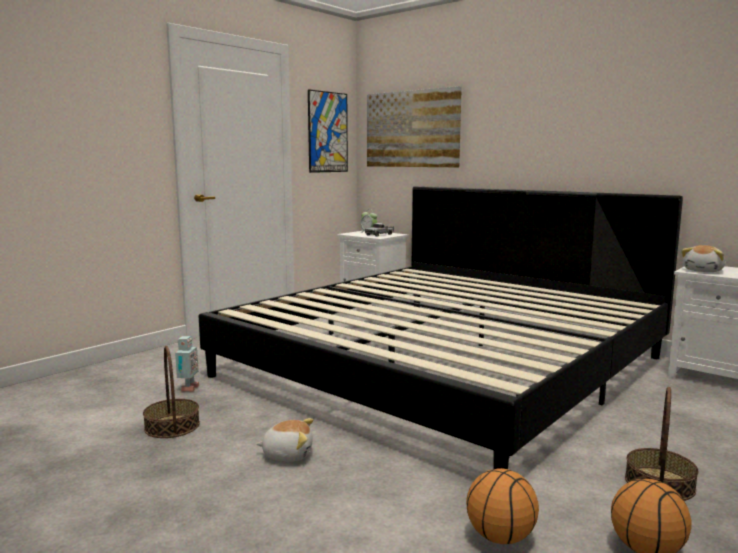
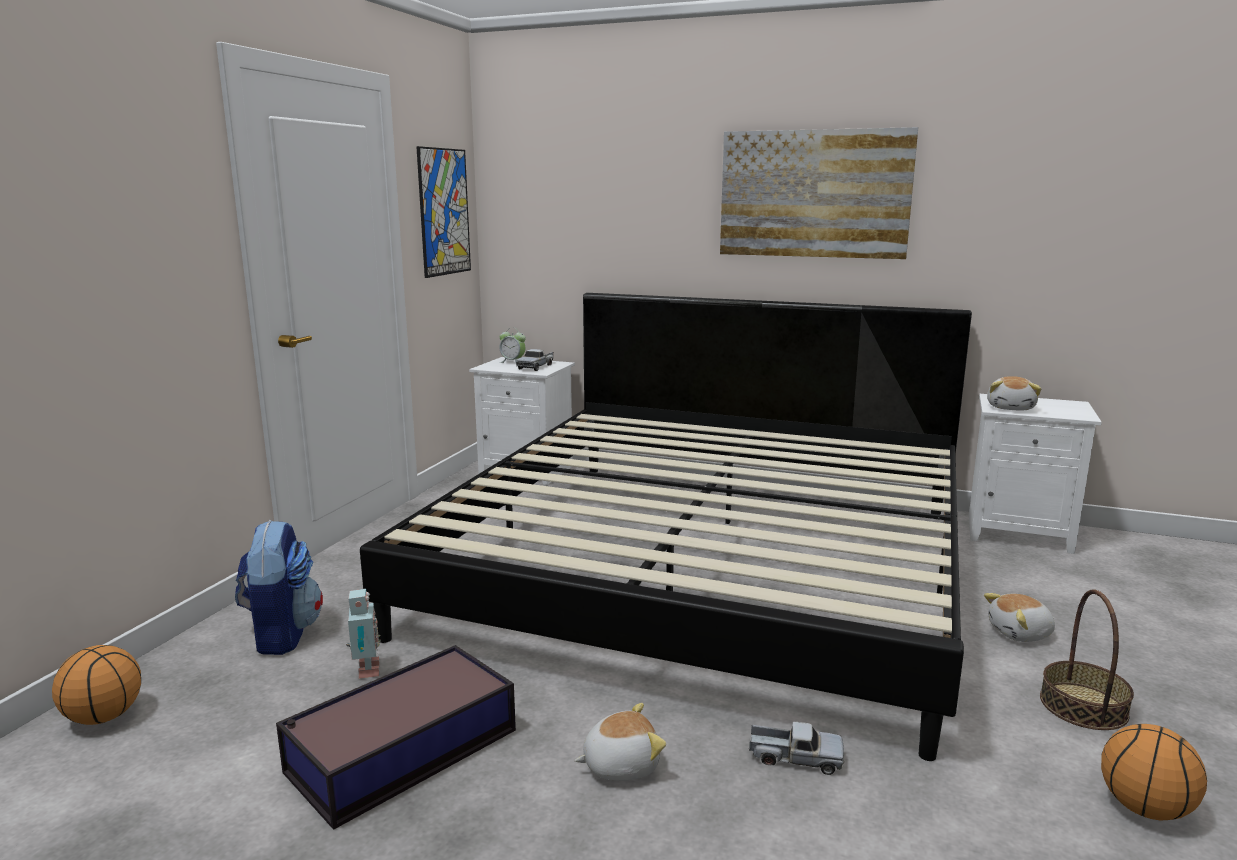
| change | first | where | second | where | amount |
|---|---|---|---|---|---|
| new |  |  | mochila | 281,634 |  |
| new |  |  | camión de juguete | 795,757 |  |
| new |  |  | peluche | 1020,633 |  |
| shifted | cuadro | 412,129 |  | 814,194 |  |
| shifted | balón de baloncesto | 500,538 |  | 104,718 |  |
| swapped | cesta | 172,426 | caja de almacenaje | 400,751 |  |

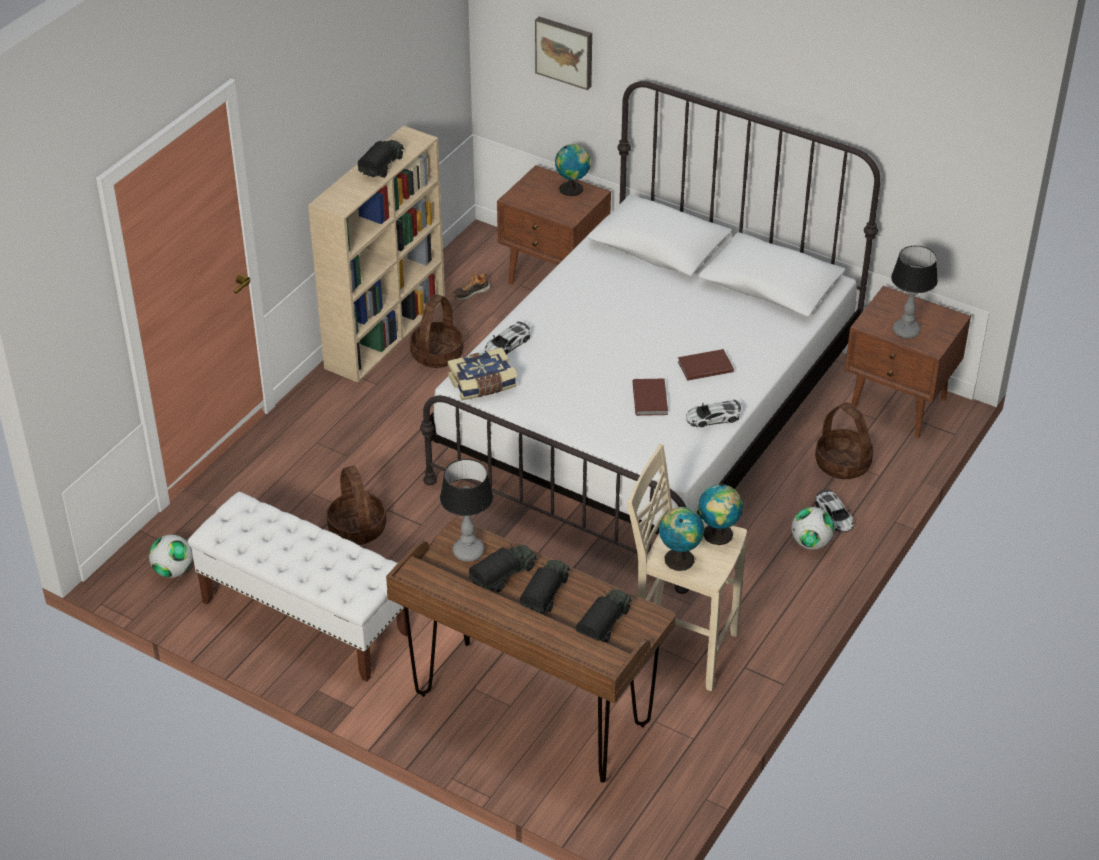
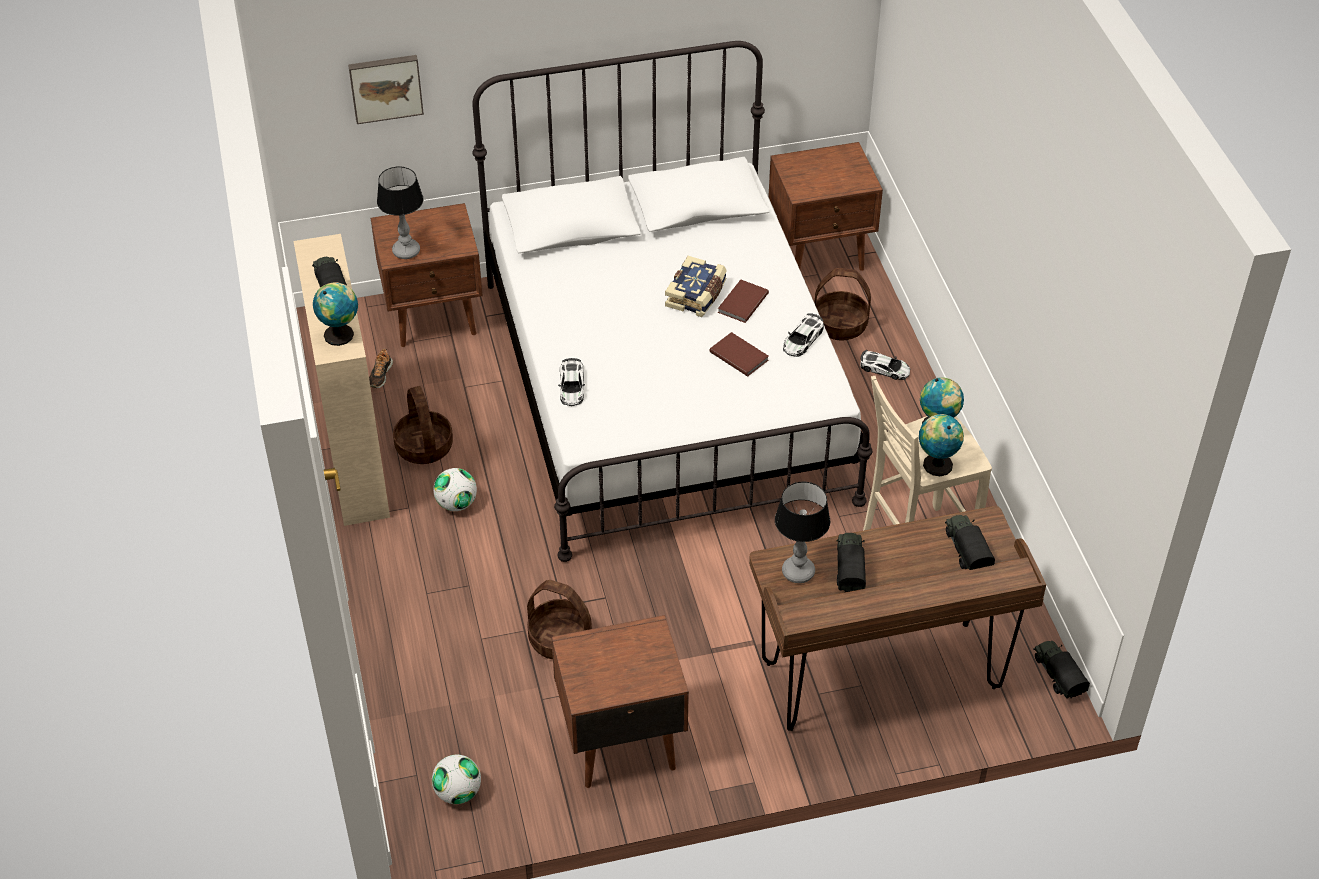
| change | first | where | second | where | amount |
|---|---|---|---|---|---|
| shifted | libro | 483,384 |  | 697,295 |  |
| shifted | camión de juguete | 546,595 |  | 1057,675 |  |
| shifted | globo terráqueo | 573,189 |  | 340,334 |  |
| shifted | balón de fútbol | 811,543 |  | 456,503 |  |
| shifted | lámpara de mesa | 906,331 |  | 406,251 |  |
| swapped | banco/blanco | 304,617 | mesita de noche/marrón | 619,743 |  |

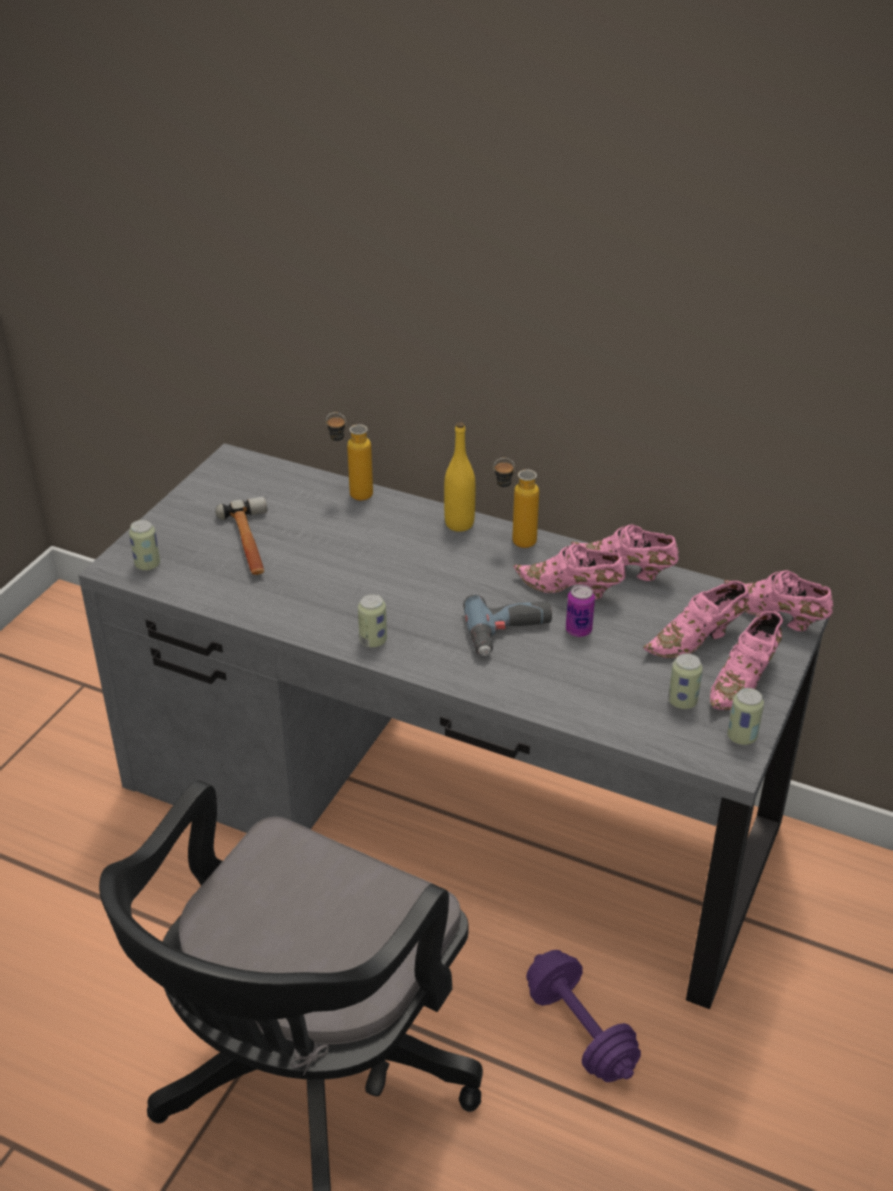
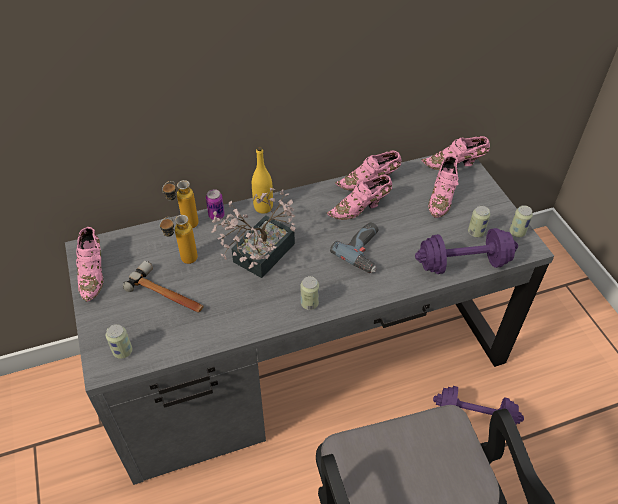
| change | first | where | second | where | amount |
|---|---|---|---|---|---|
| new |  |  | planta en maceta | 258,257 |  |
| new |  |  | mancuerna/morado | 463,263 |  |
| shifted | botella | 514,541 |  | 183,261 |  |
| shifted | lata | 578,630 |  | 216,215 |  |
| shifted | zapato/rosa | 744,681 |  | 93,273 |  |

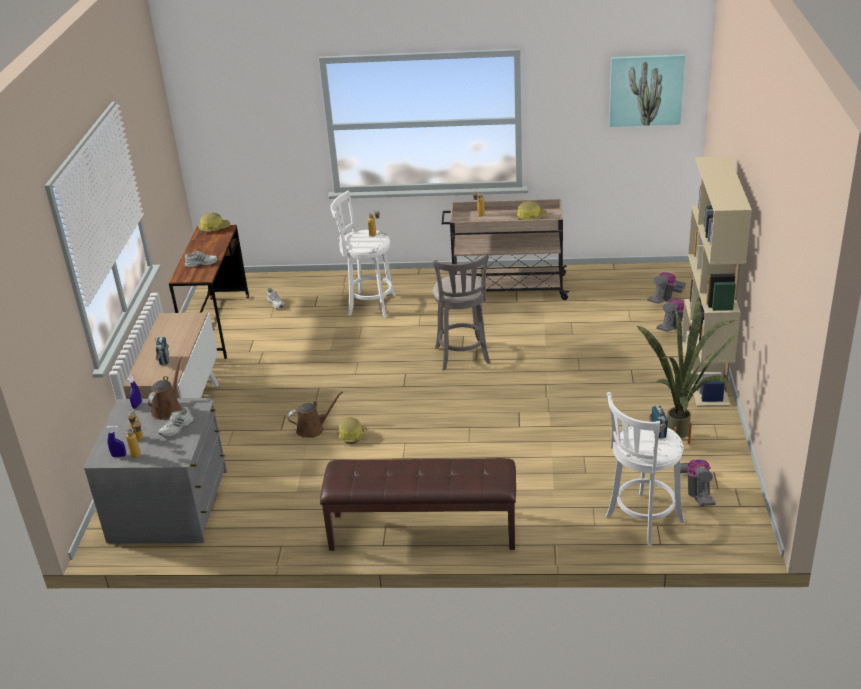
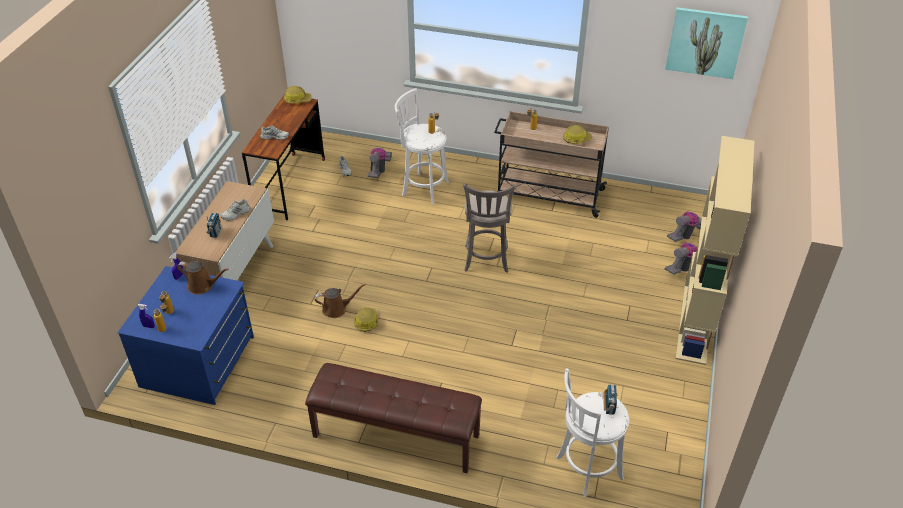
| change | first | where | second | where | amount |
|---|---|---|---|---|---|
| gone | planta en maceta | 685,440 |  |  |  |
| shifted | zapato/blanco | 177,428 |  | 236,214 |  |
| shifted | aspiradora | 697,492 |  | 379,170 |  |
| repainted | cómoda/gris | 171,506 | cómoda/azul | 199,362 |  |
| rotated | regadera/marrón | 168,409 |  | 202,285 | 75 degrees clockwise |

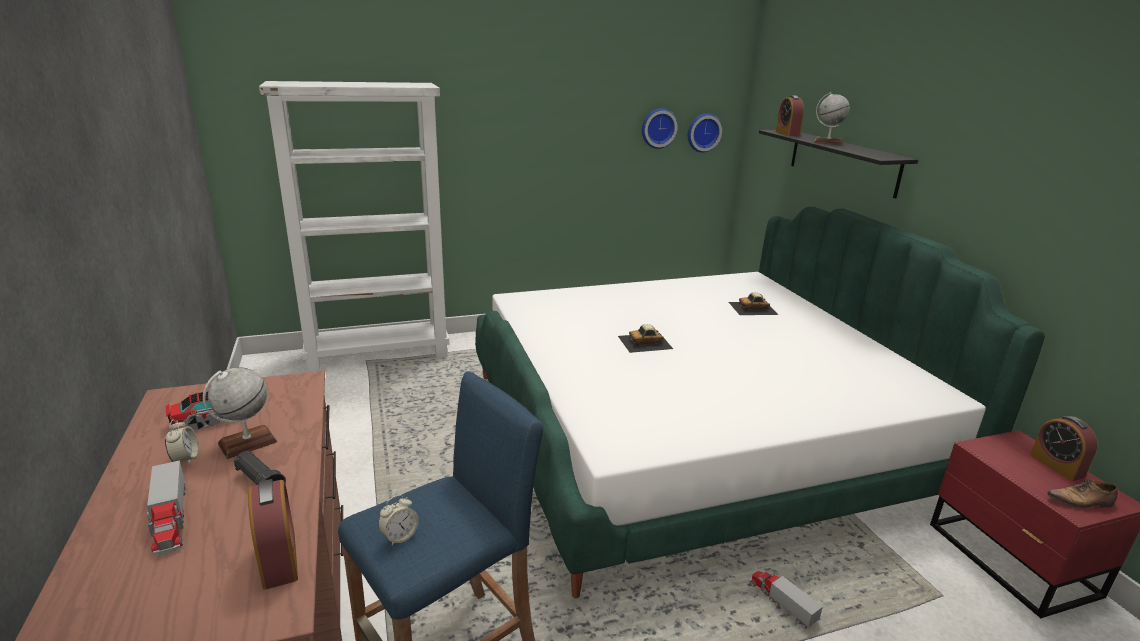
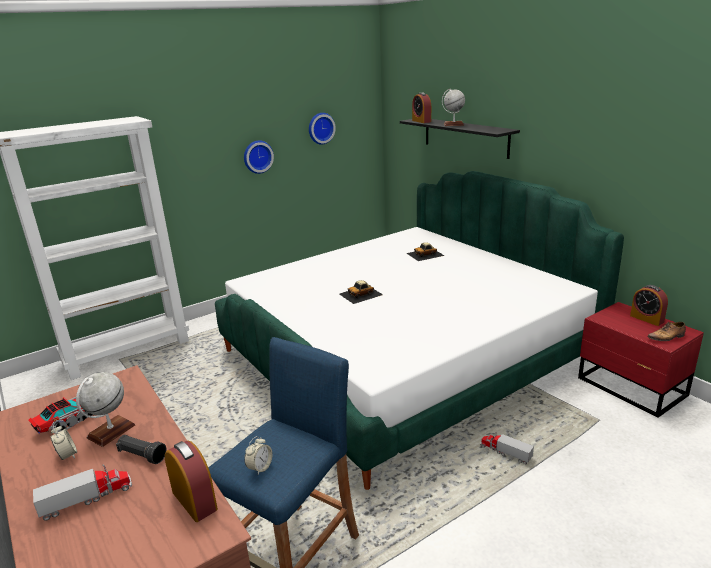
| change | first | where | second | where | amount |
|---|---|---|---|---|---|
| shifted | reloj de pared | 703,132 |  | 257,156 |  |
| rotated | camión de juguete | 170,519 |  | 87,499 | 75 degrees counterclockwise |

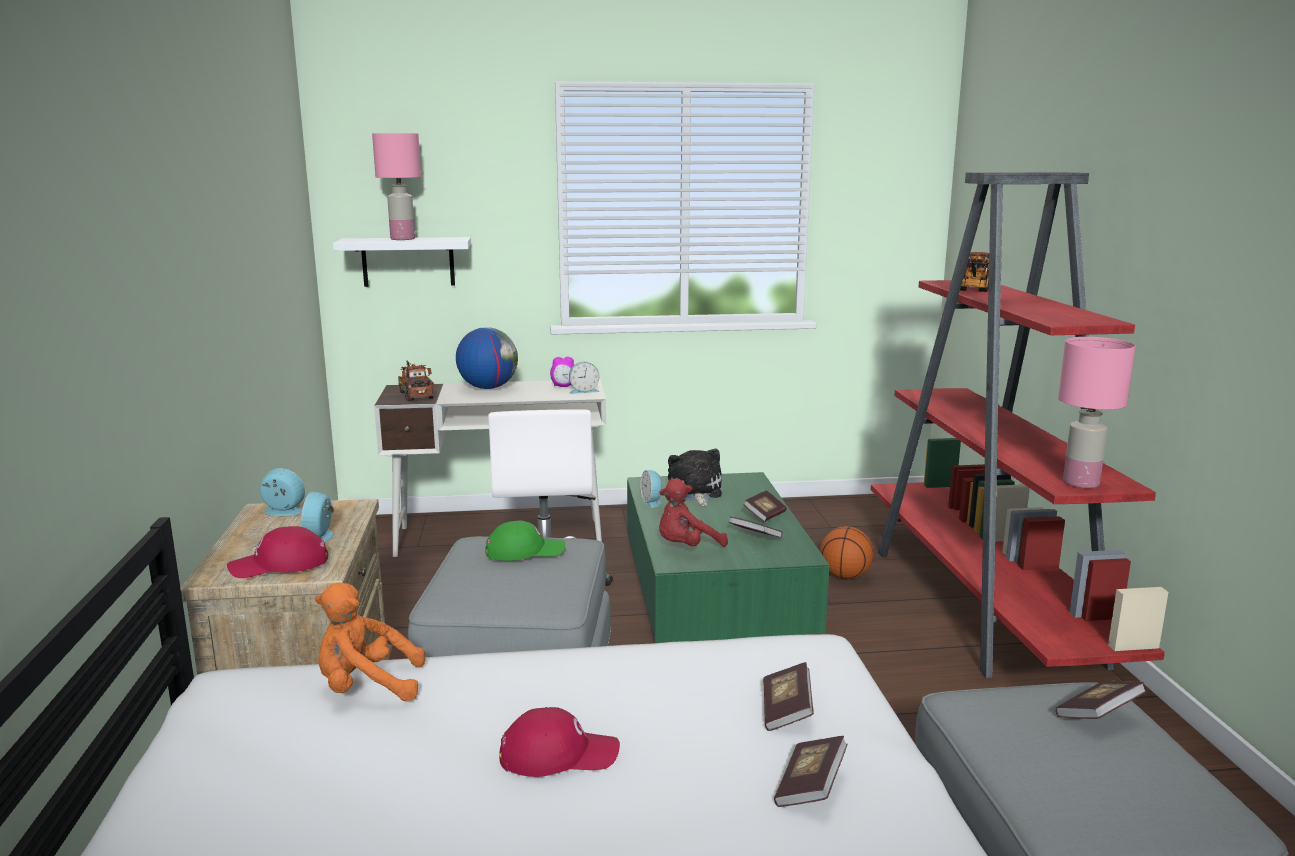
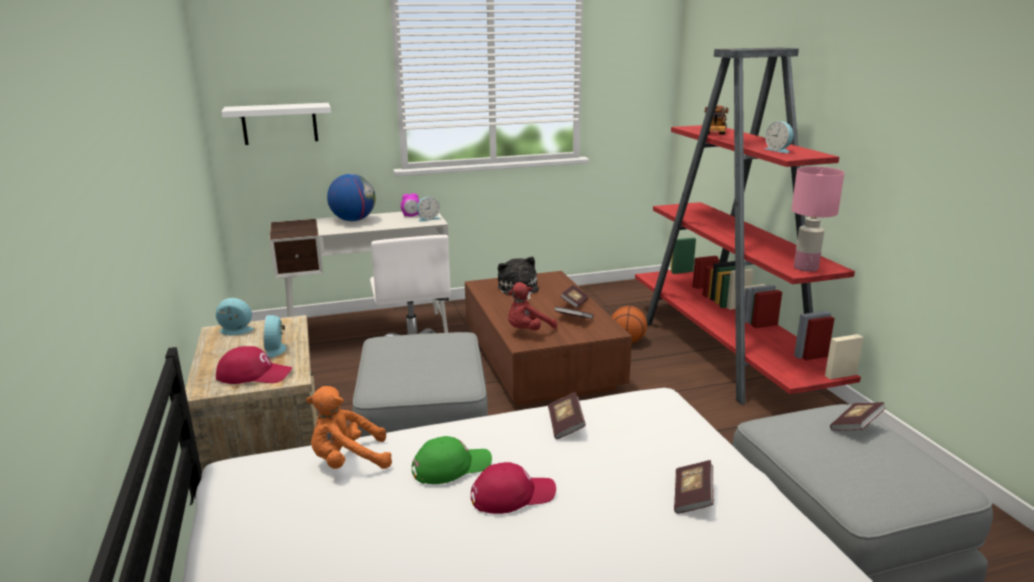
| change | first | where | second | where | amount |
|---|---|---|---|---|---|
| gone | lámpara de mesa/rosa | 402,239 |  |  |  |
| gone | camión de juguete | 415,394 |  |  |  |
| shifted | gorra/verde | 524,551 |  | 451,466 |  |
| shifted | despertador | 652,501 |  | 779,150 |  |
| shifted | libro | 786,711 |  | 566,425 |  |
| repainted | mesa de centro/verde | 714,589 | mesa de centro/marrón | 539,358 |  |
| rotated | gorra/rojo | 279,565 |  | 254,374 | 150 degrees counterclockwise |

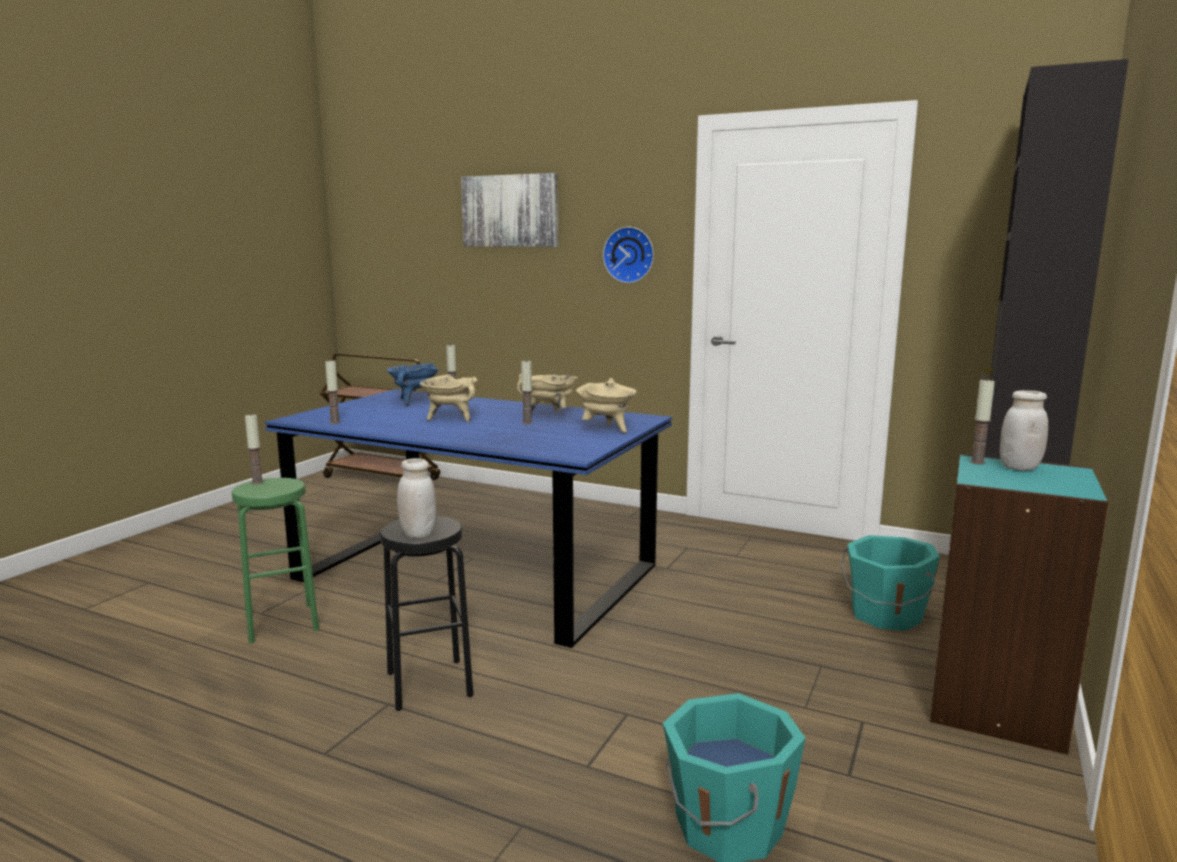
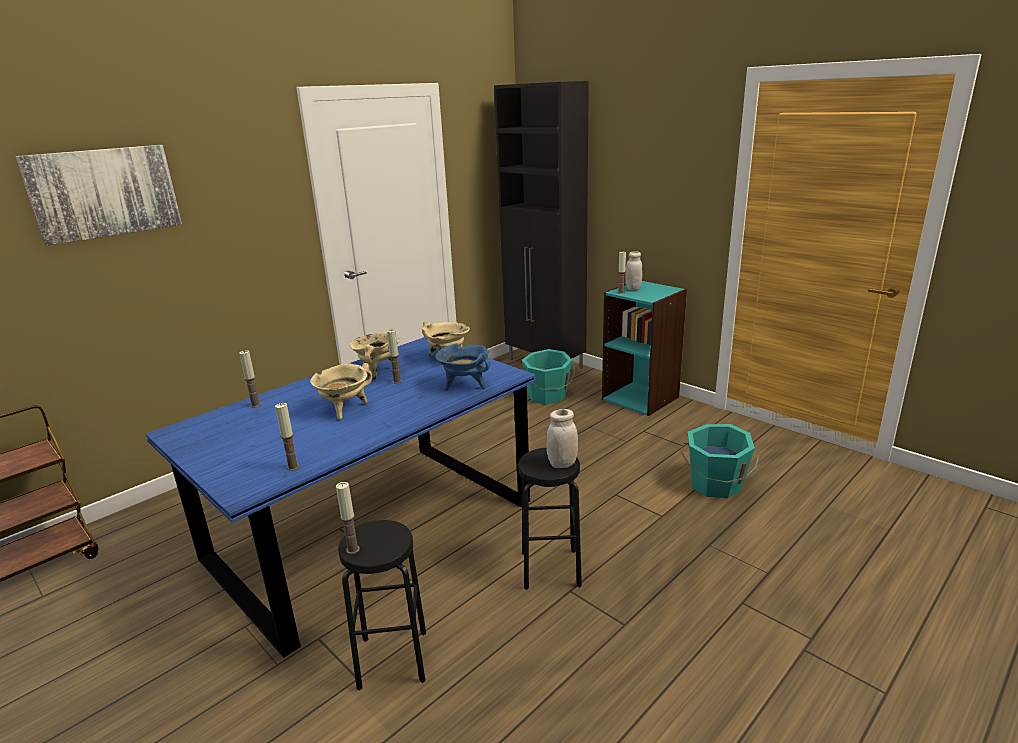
| change | first | where | second | where | amount |
|---|---|---|---|---|---|
| gone | reloj de pared | 629,254 |  |  |  |
| shifted | olla/azul | 414,402 |  | 465,385 |  |
| repainted | taburete/verde | 281,623 | taburete/negro | 393,659 |  |

